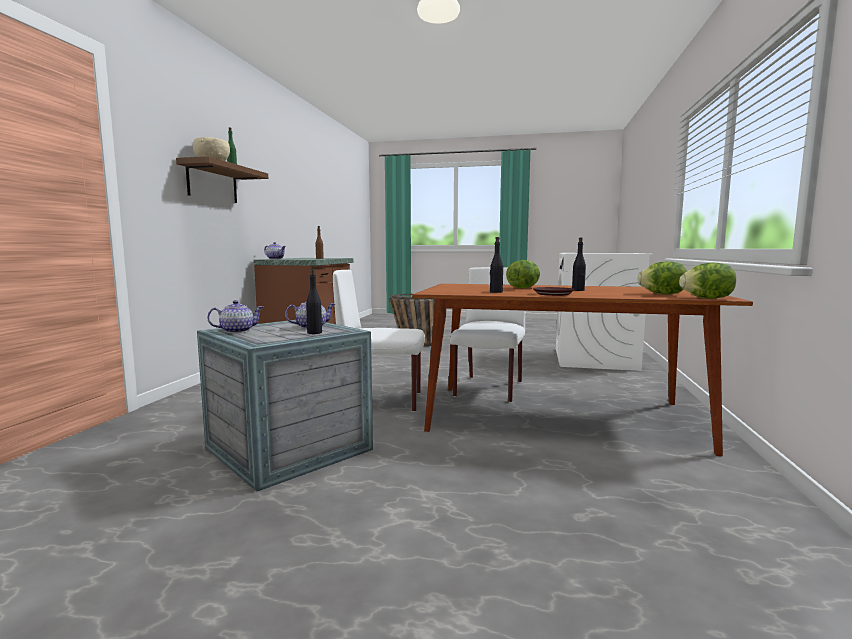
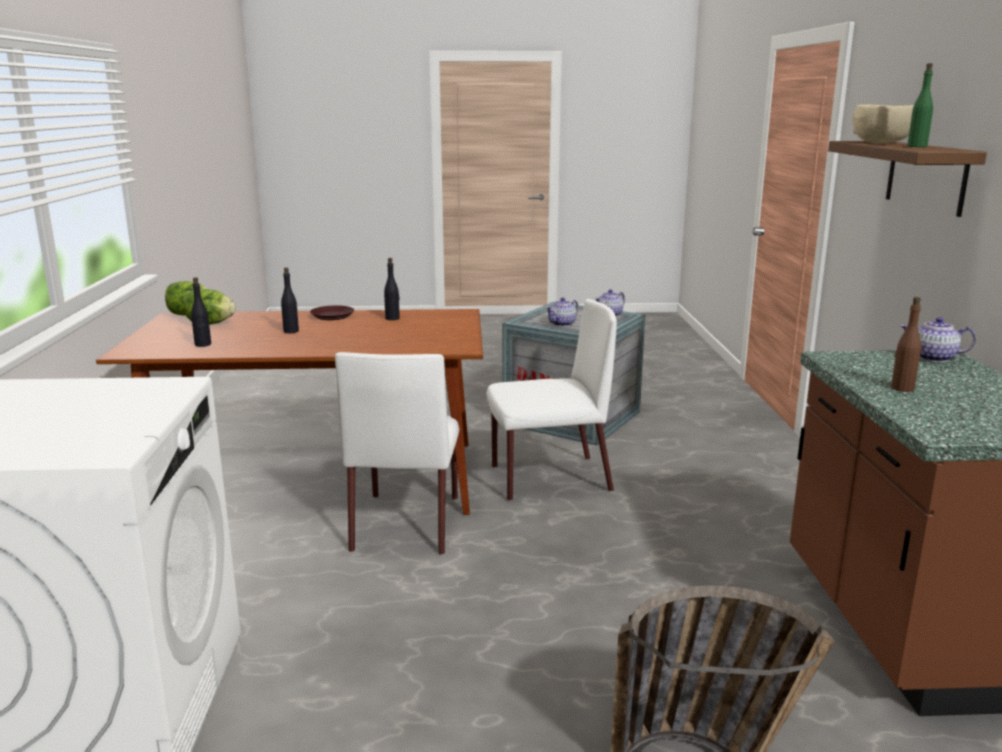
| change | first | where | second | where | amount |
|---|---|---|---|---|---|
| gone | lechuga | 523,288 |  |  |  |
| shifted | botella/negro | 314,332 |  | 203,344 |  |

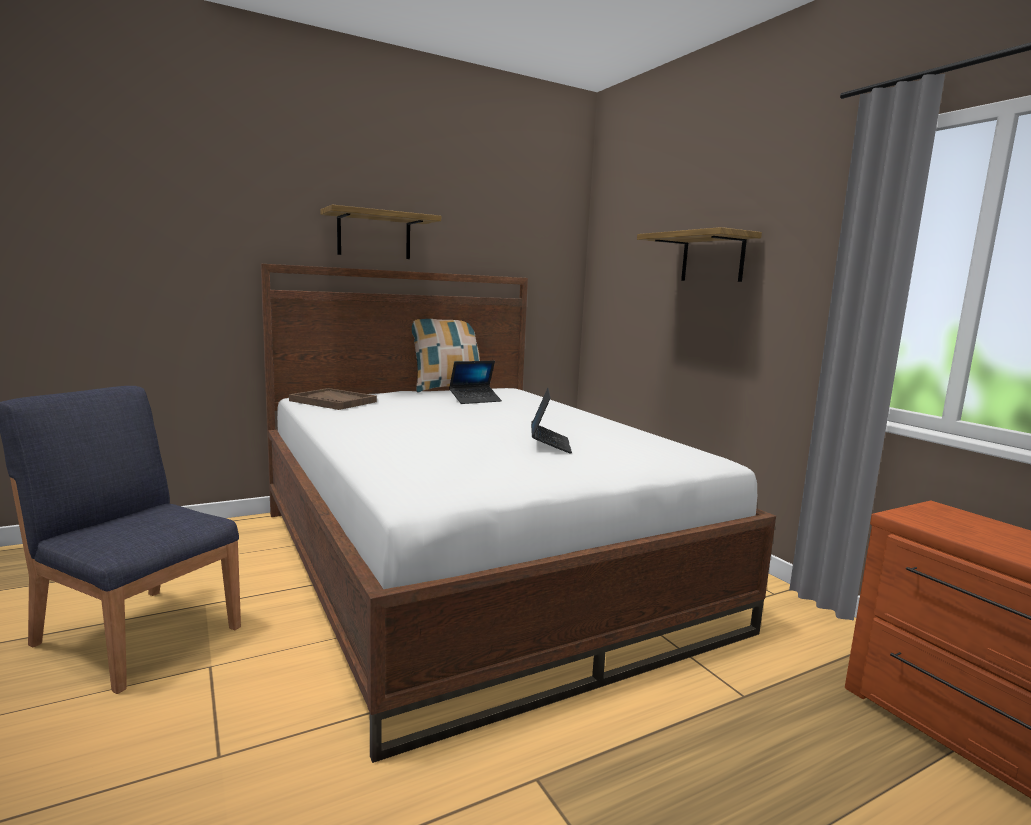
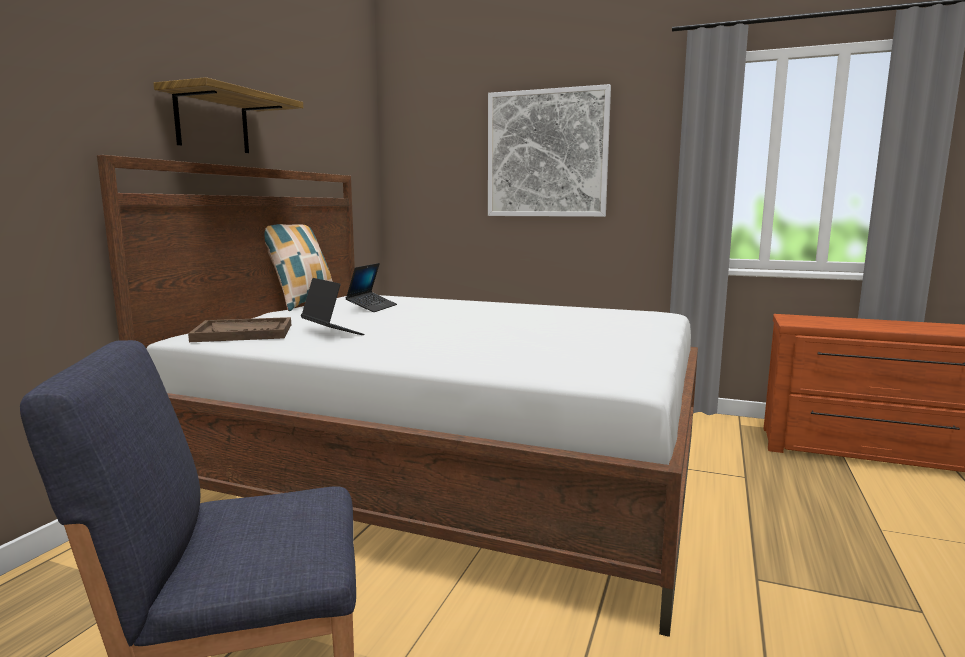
| change | first | where | second | where | amount |
|---|---|---|---|---|---|
| shifted | portátil | 550,444 |  | 332,332 |  |
| swapped | estante | 712,258 | cuadro | 547,154 |  |

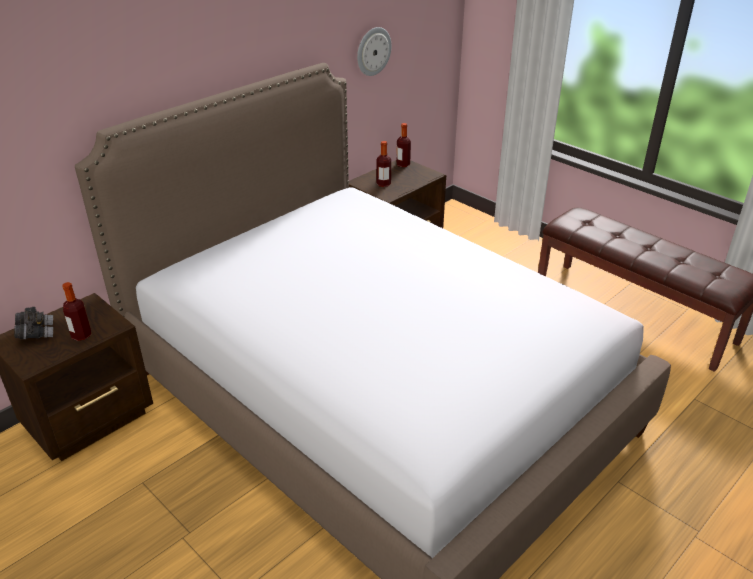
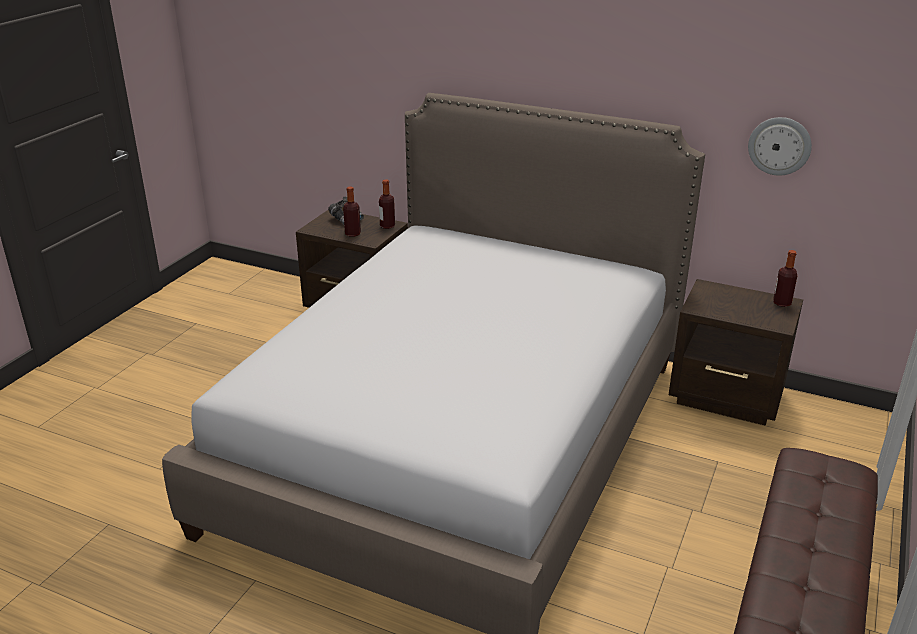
| change | first | where | second | where | amount |
|---|---|---|---|---|---|
| shifted | botella | 383,184 |  | 387,226 |  |

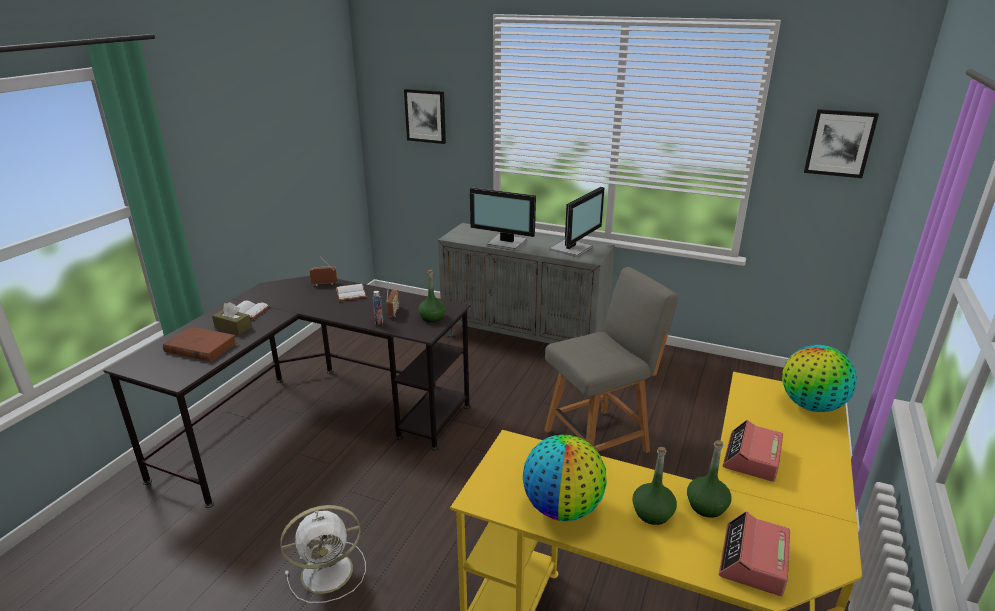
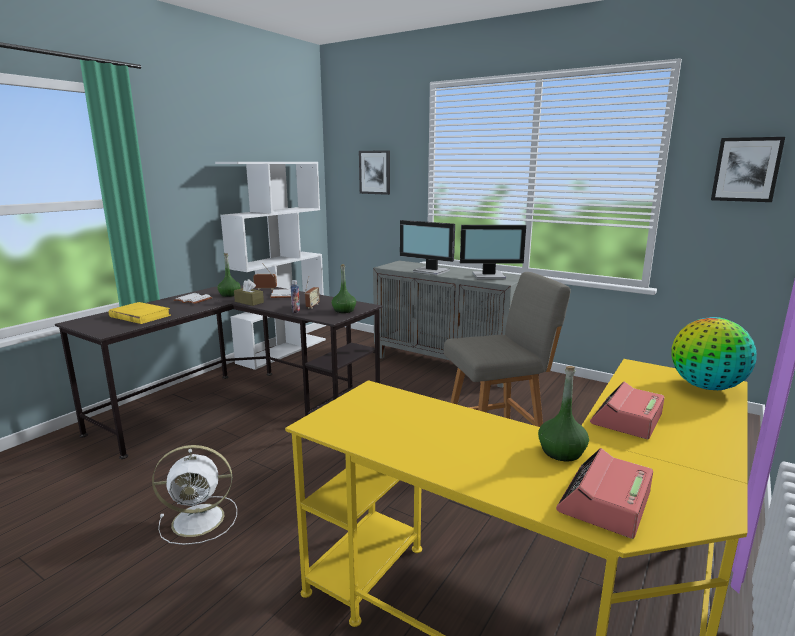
| change | first | where | second | where | amount |
|---|---|---|---|---|---|
| gone | globo terráqueo | 562,508 |  |  |  |
| new |  |  | estantería/blanco | 283,350 |  |
| shifted | caja de pañuelos/marrón | 233,327 |  | 249,302 |  |
| shifted | botella/verde | 652,513 |  | 229,294 |  |
| repainted | libro/marrón | 200,347 | libro/amarillo | 140,316 |  |
| rotated | monitor | 573,249 |  | 489,276 | 45 degrees clockwise |

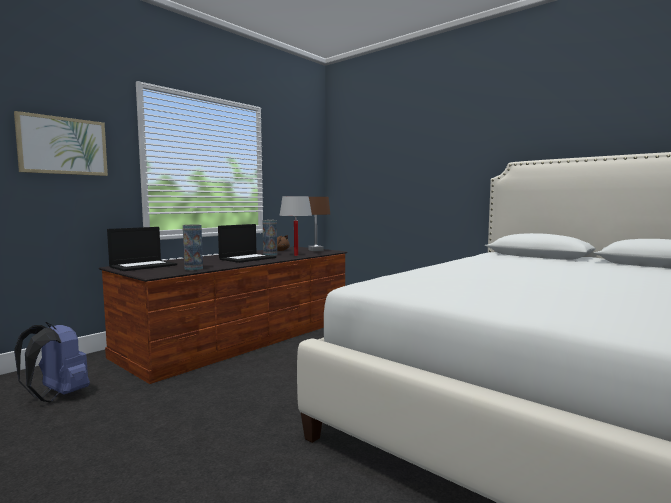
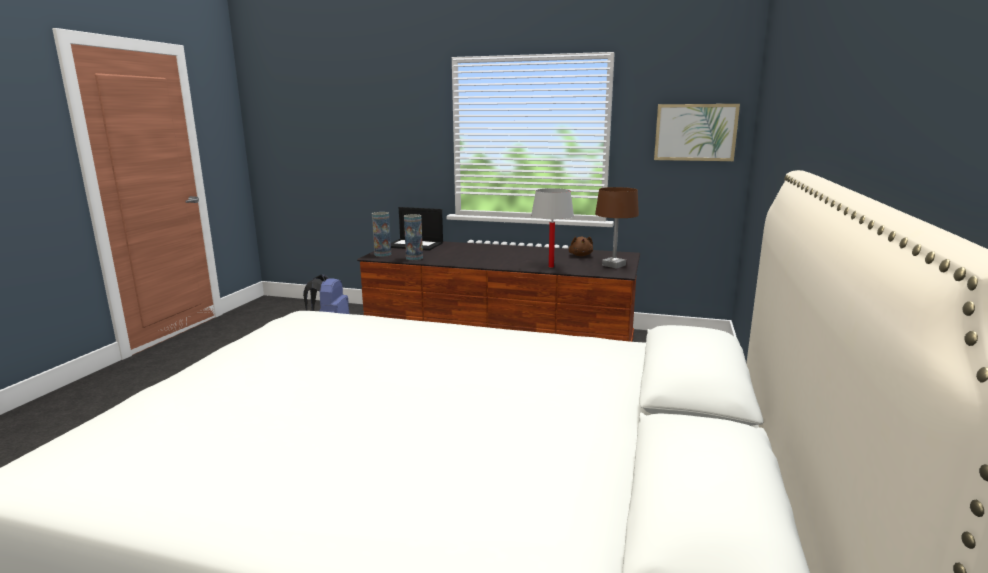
| change | first | where | second | where | amount |
|---|---|---|---|---|---|
| gone | portátil | 247,258 |  |  |  |
| shifted | cuadro | 63,146 |  | 695,132 |  |
| shifted | florero | 270,255 |  | 382,254 |  |

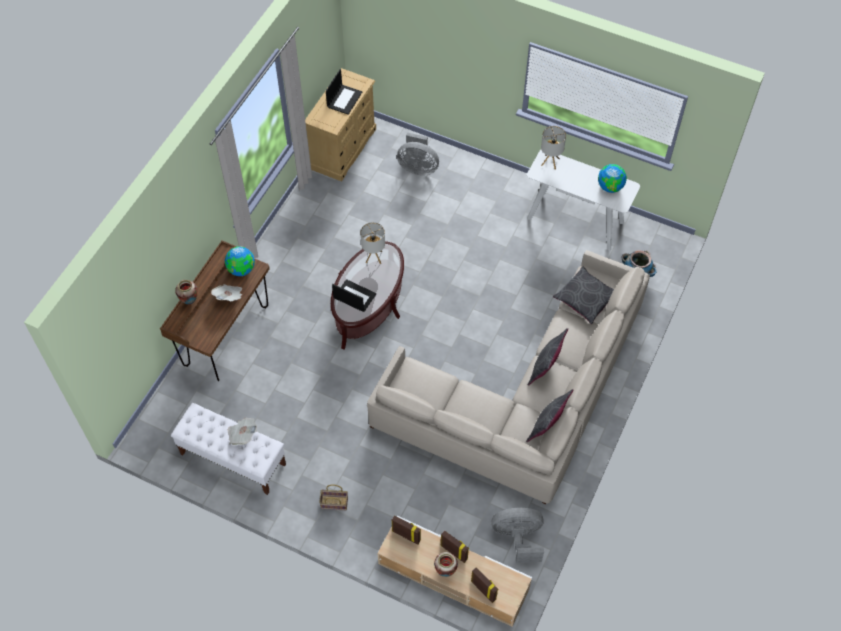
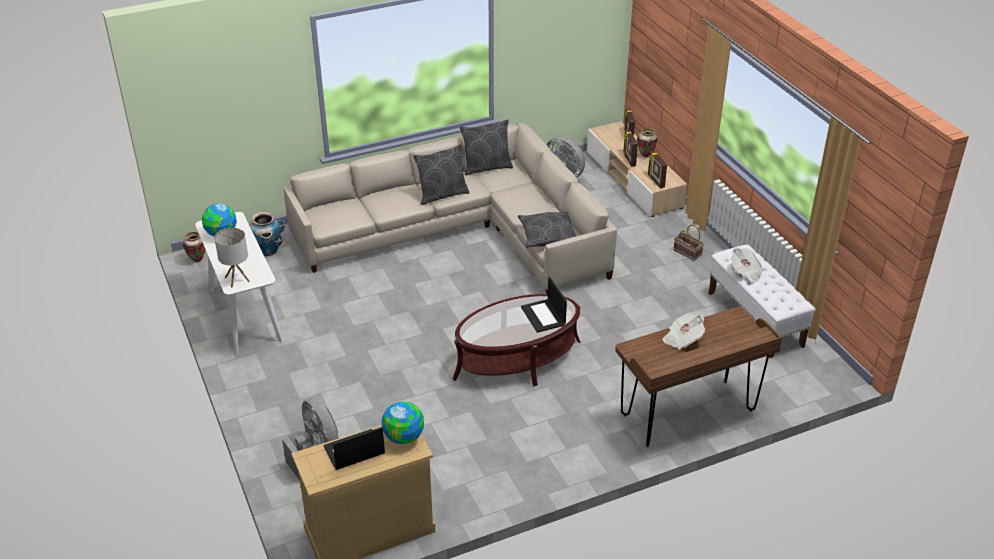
| change | first | where | second | where | amount |
|---|---|---|---|---|---|
| gone | lámpara de mesa | 373,257 |  |  |  |
| shifted | florero | 189,301 |  | 197,260 |  |
| shifted | globo terráqueo | 241,269 |  | 403,437 |  |
| shifted | cojín/gris | 586,299 |  | 548,235 |  |

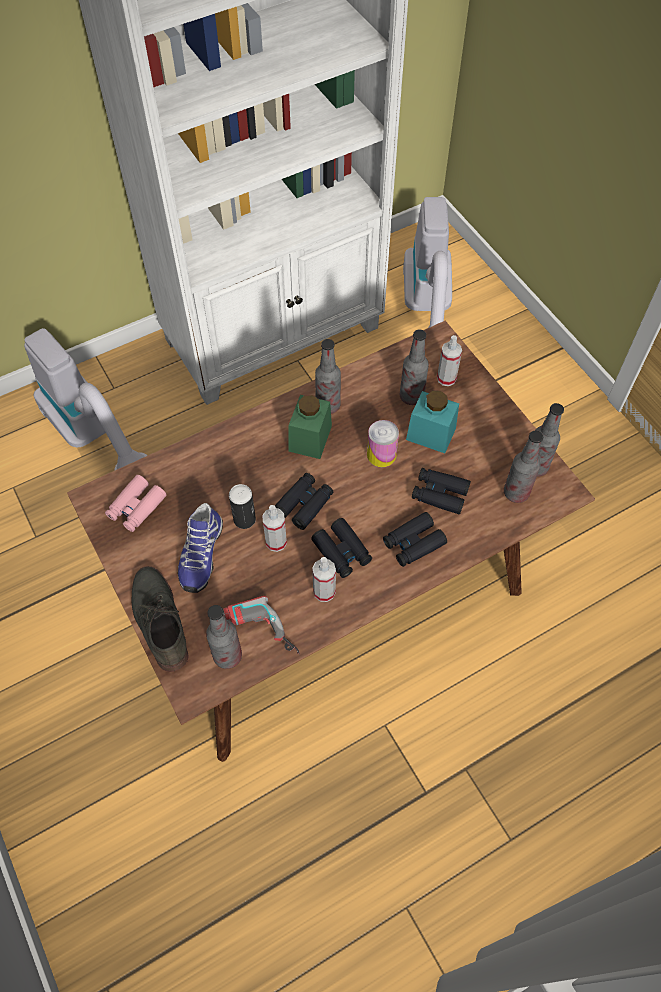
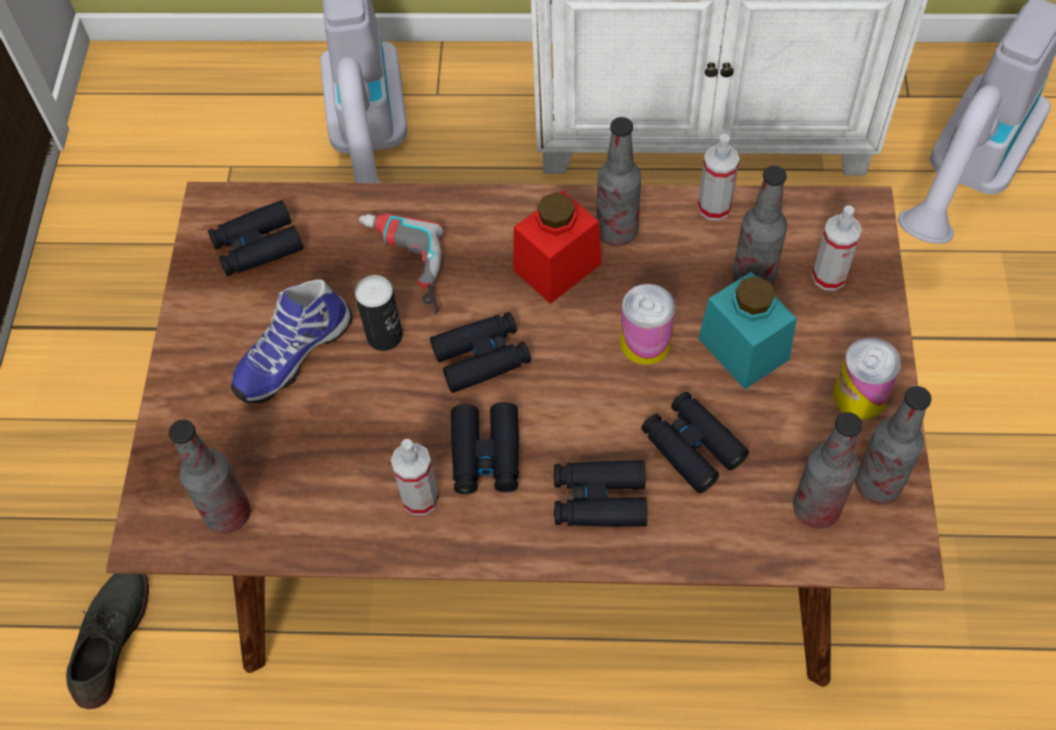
| change | first | where | second | where | amount |
|---|---|---|---|---|---|
| new |  |  | lata | 859,396 |  |
| shifted | zapato/gris | 159,620 |  | 110,637 |  |
| shifted | taladro | 254,635 |  | 399,268 |  |
| shifted | pulverizador | 276,542 |  | 714,207 |  |
| repainted | prismáticos/rosa | 136,507 | prismáticos/negro | 257,246 |  |
| repainted | tarro/verde | 310,438 | tarro/rojo | 557,267 |  |

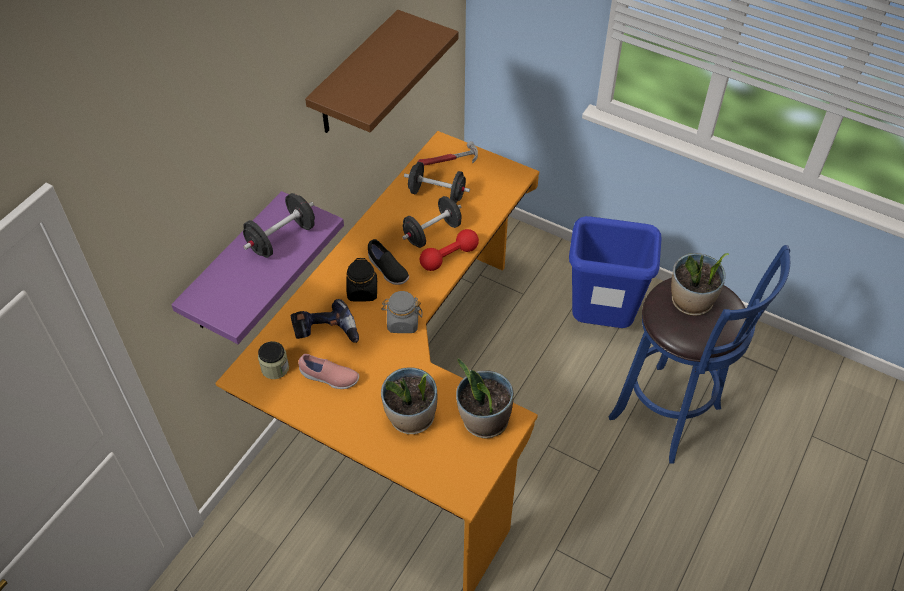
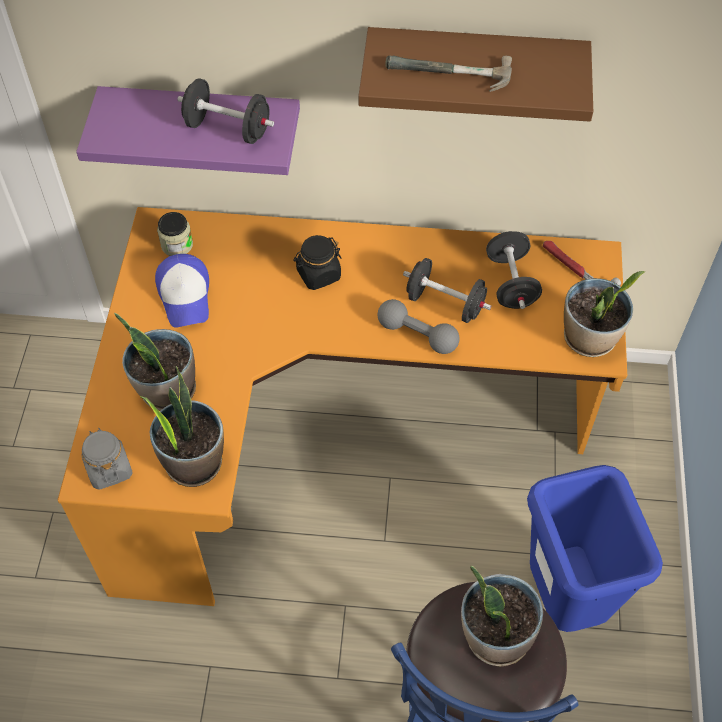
| change | first | where | second | where | amount |
|---|---|---|---|---|---|
| gone | taladro | 325,333 |  |  |  |
| gone | zapato/negro | 387,270 |  |  |  |
| new |  |  | martillo | 448,76 |  |
| new |  |  | planta en maceta | 589,339 |  |
| shifted | tarro/gris | 402,322 |  | 109,469 |  |
| swapped | zapato/rosa | 329,378 | gorra | 185,296 |  |
| repainted | mancuerna/rojo | 449,257 | mancuerna/gris | 417,335 |  |

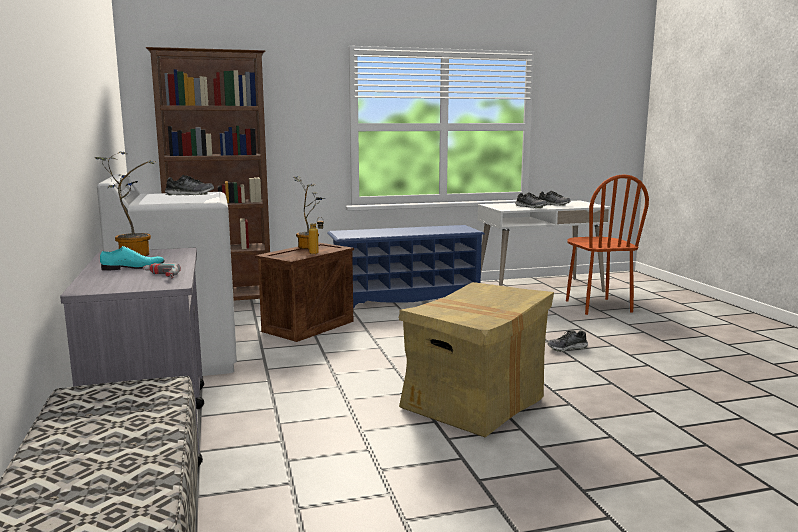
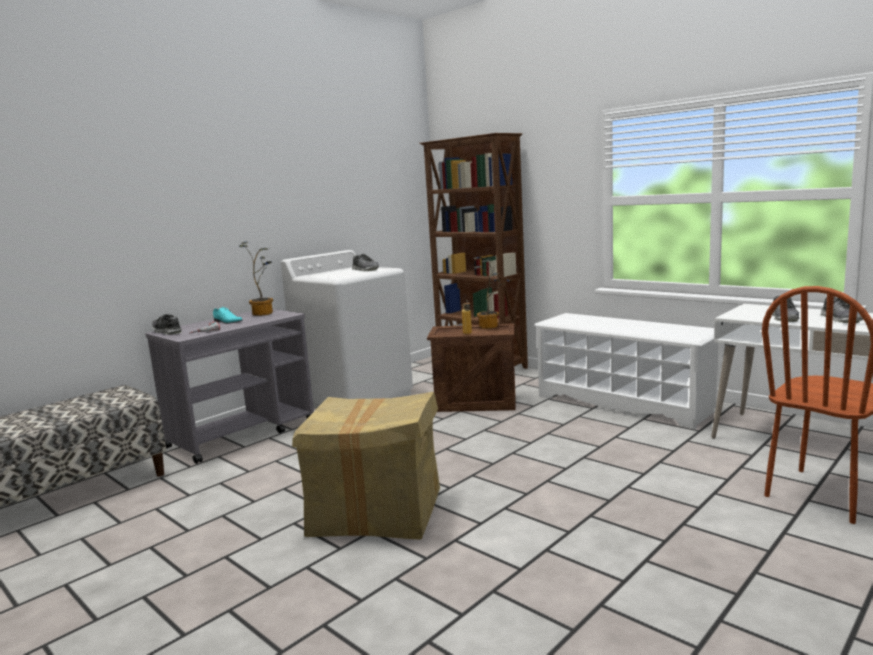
| change | first | where | second | where | amount |
|---|---|---|---|---|---|
| shifted | zapato | 567,348 |  | 167,332 |  |
| repainted | zapatero/azul | 405,298 | zapatero/blanco | 624,403 |  |

